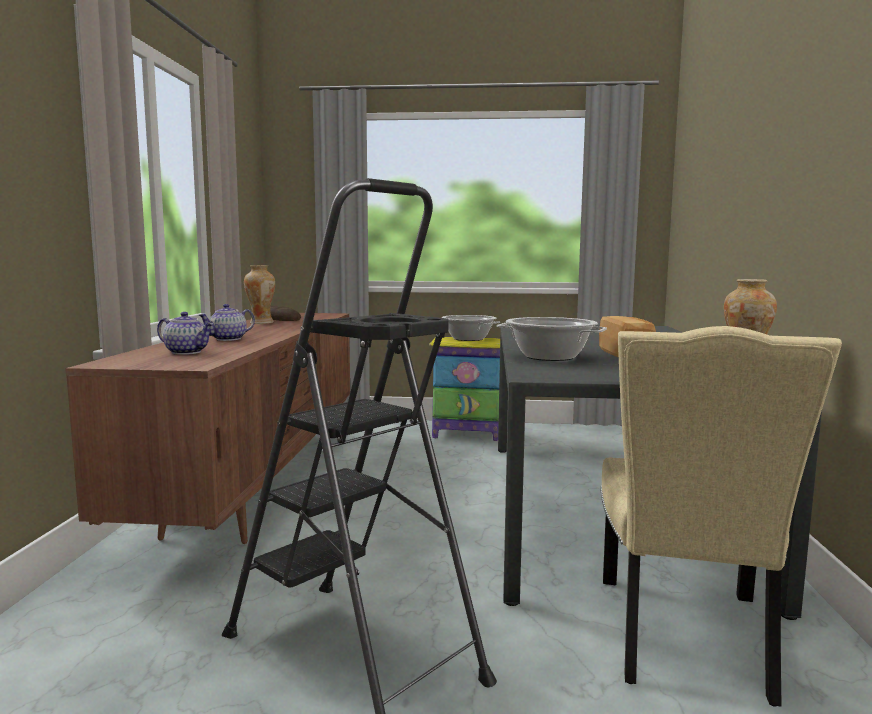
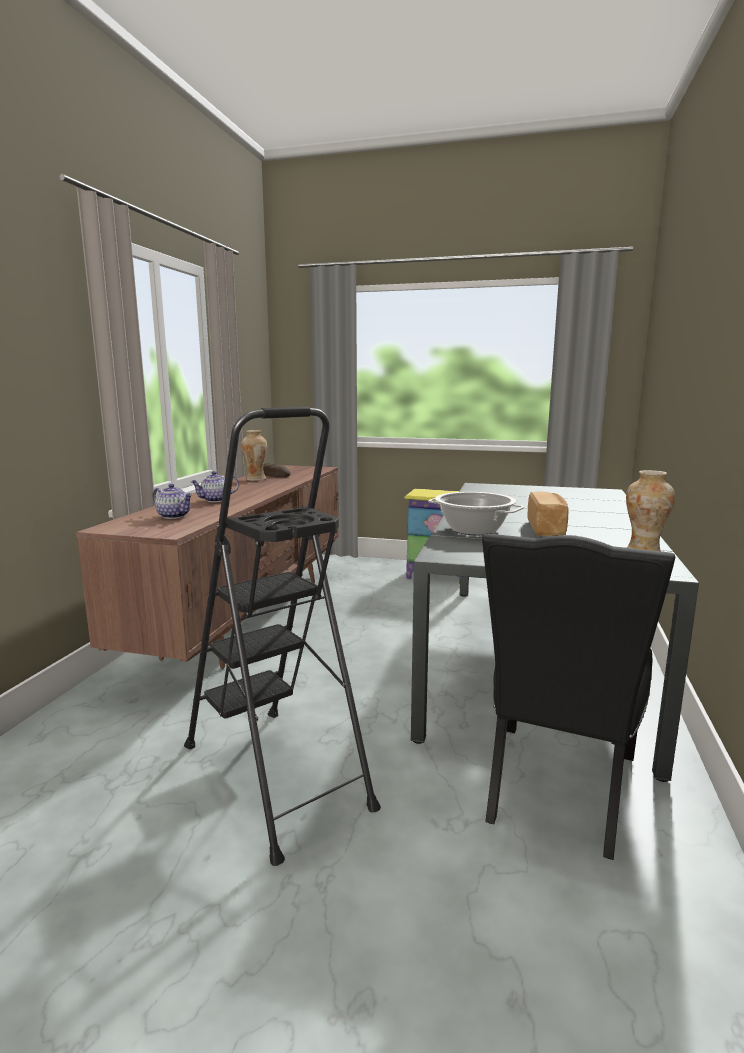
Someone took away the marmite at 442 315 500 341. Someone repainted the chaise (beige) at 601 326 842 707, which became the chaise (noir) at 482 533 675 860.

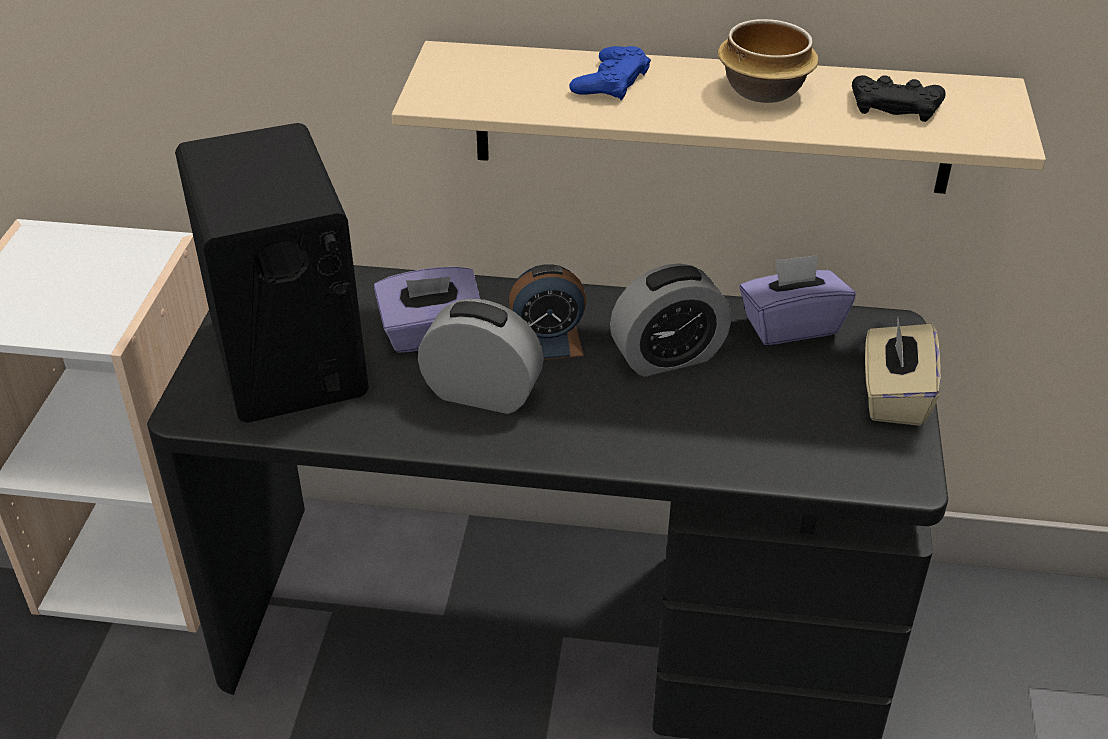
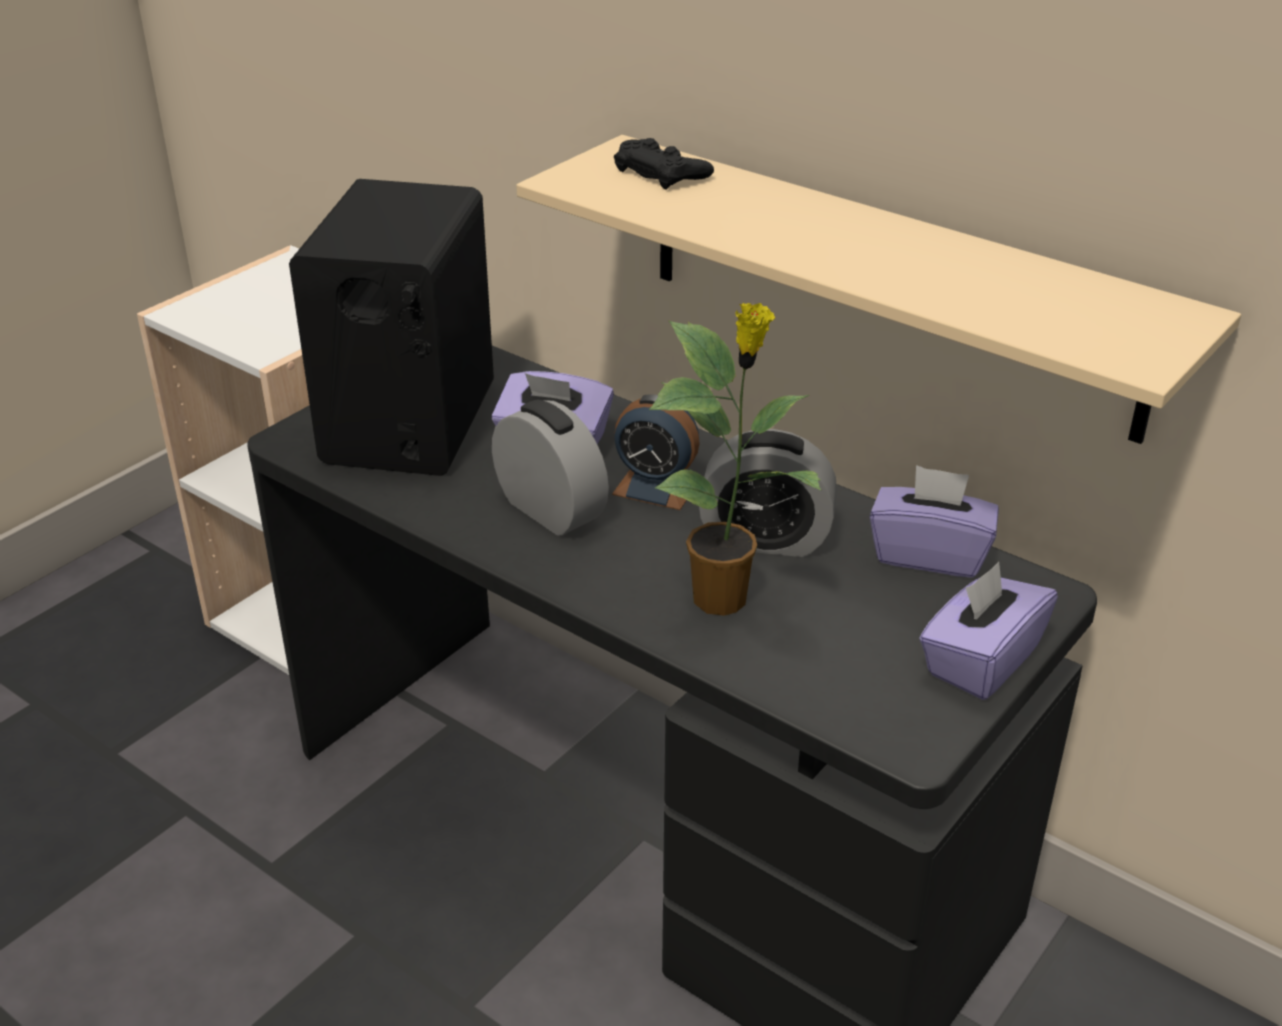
Someone took away the manette (bleu) at 569 46 651 100. Someone took away the bol at 718 19 819 103. Someone carried the manette (noir) from 852 75 946 122 to 614 138 714 190. Someone repainted the boîte à mouchoirs (beige) at 865 319 941 426, which became the boîte à mouchoirs (violet) at 919 562 1058 700. Someone put down the plante en pot at 649 303 821 616.

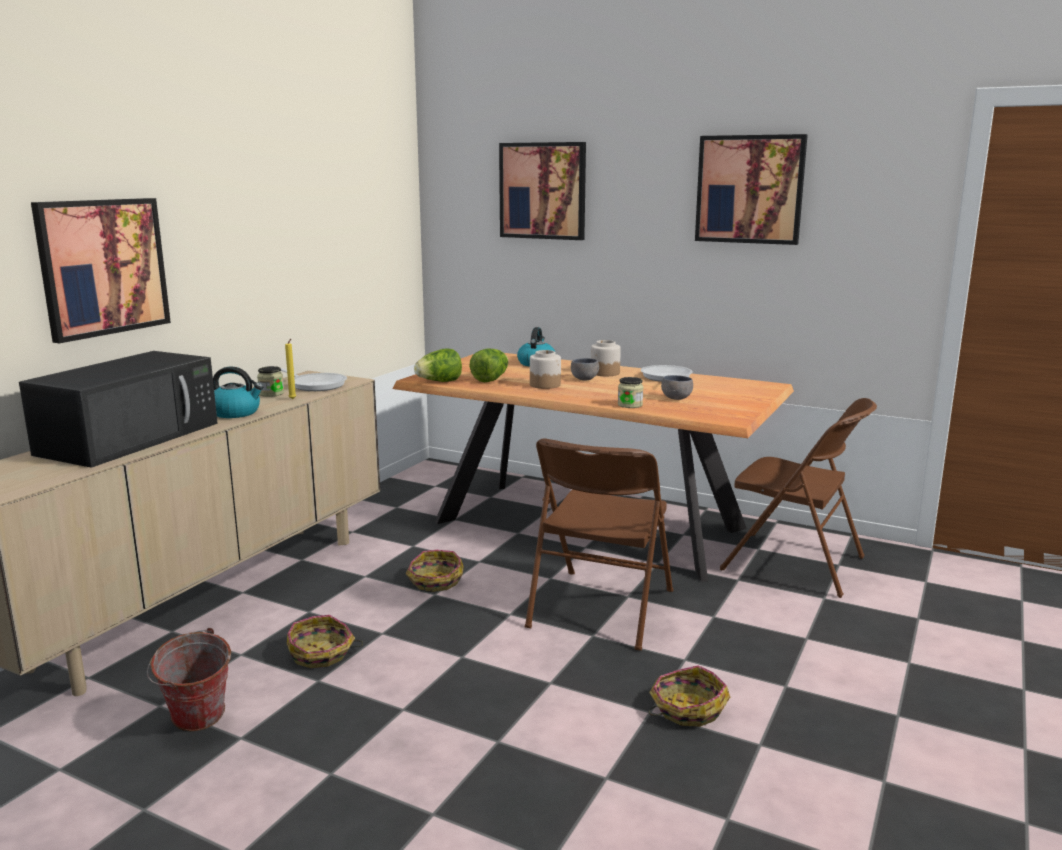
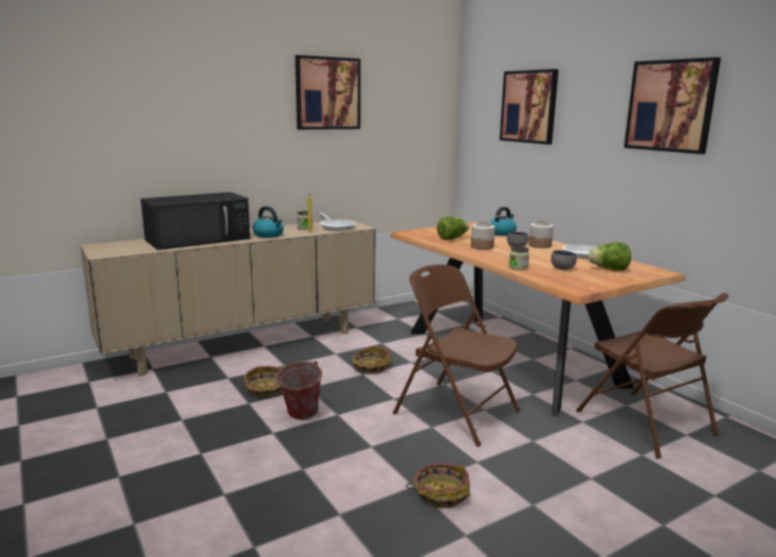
Someone carried the tableau from 31 198 171 343 to 295 55 361 130. Someone carried the seau from 147 628 231 731 to 274 361 322 420. Someone carried the laitue from 414 348 462 382 to 588 242 631 270. Someone rotated the chaise (marron) at 525 438 673 651 by 75 degrees clockwise.

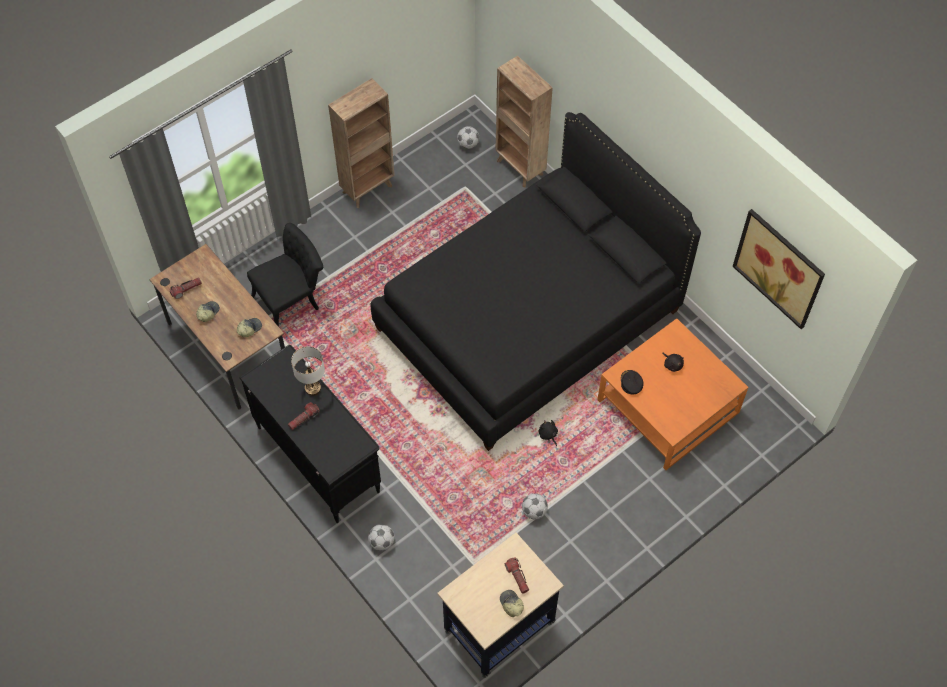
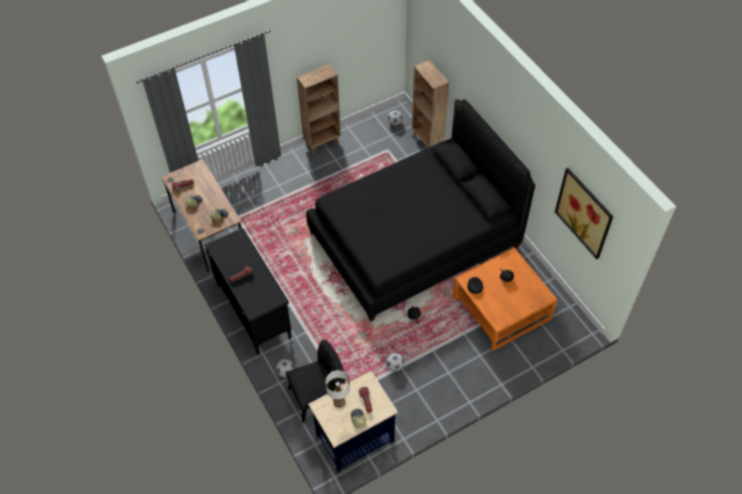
Someone carried the chaise (noir) from 247 223 323 327 to 286 340 345 423. Someone carried the lampe de table from 291 346 325 396 to 325 370 350 407.

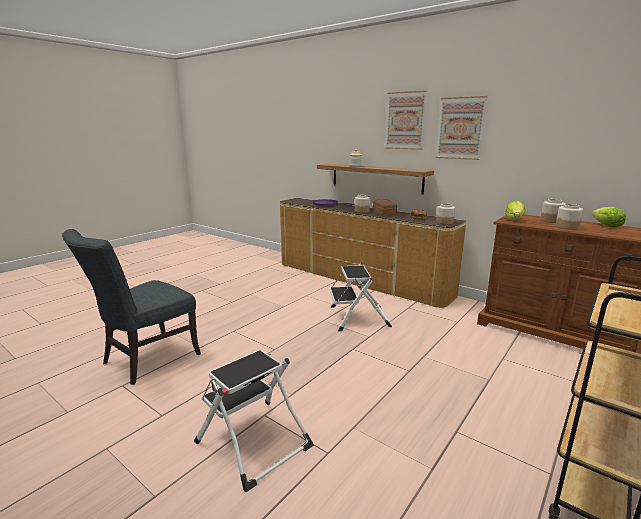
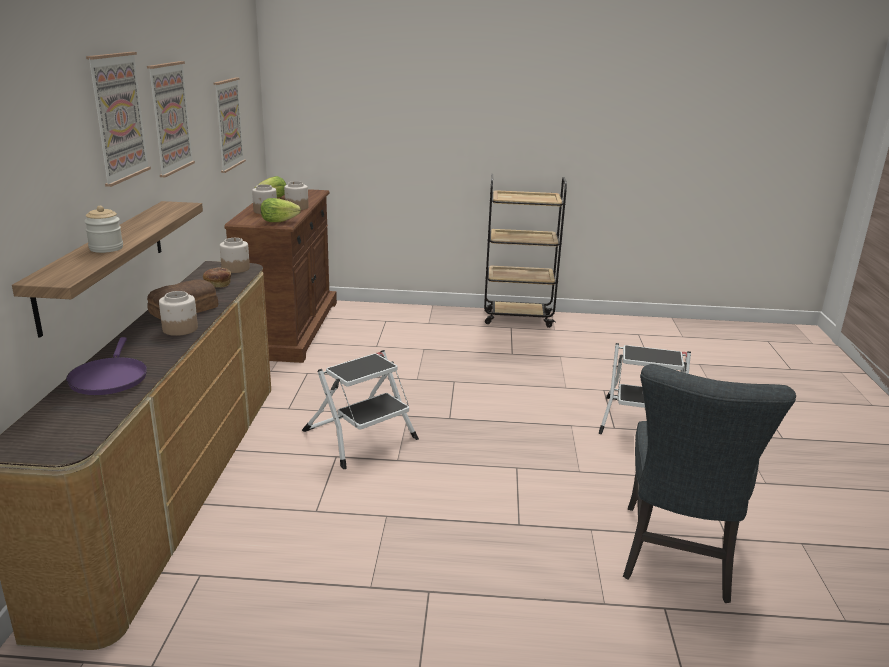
Someone rotated the chaise (gris) at 62 229 201 385 by 105 degrees clockwise. Someone put up the tableau at 213 78 246 173.

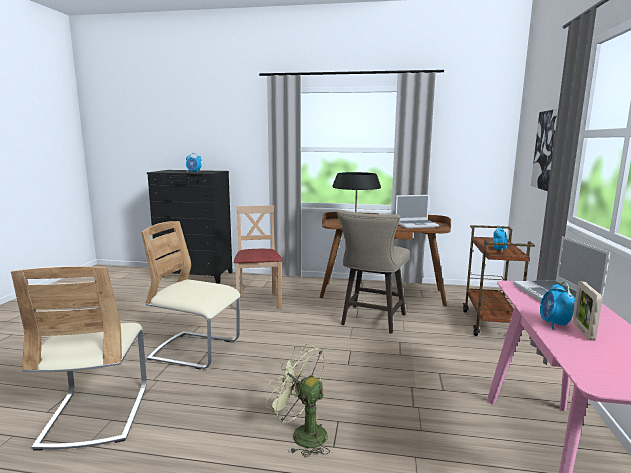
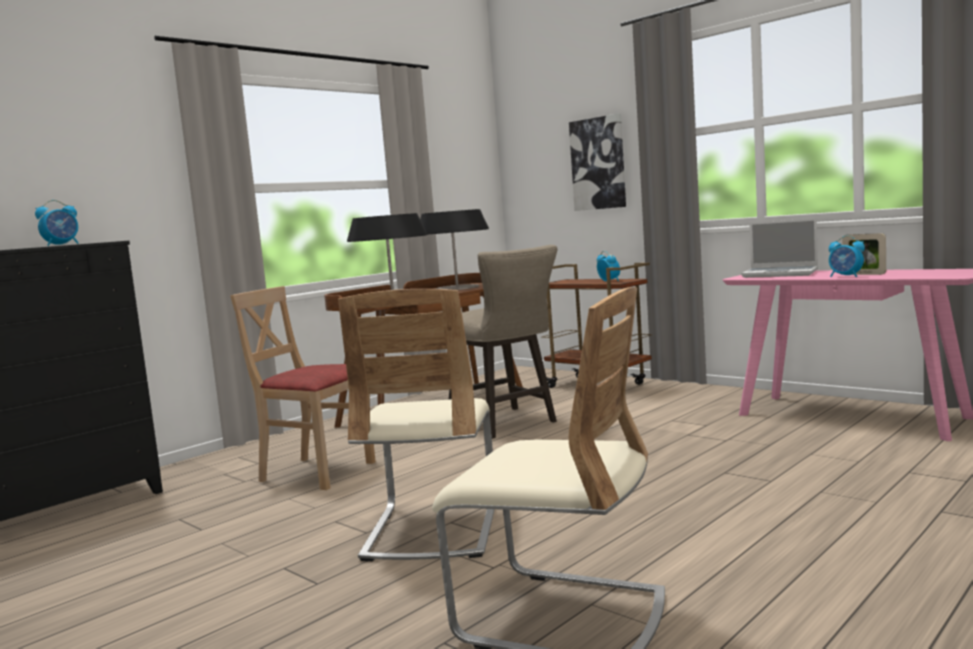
Someone rotated the chaise (beige) at 141 221 240 370 by 45 degrees counterclockwise. Someone took away the ventilateur (vert) at 266 344 330 457. Someone swapped the ordinateur portable at 395 195 439 228 for the lampe de table at 420 209 489 290.

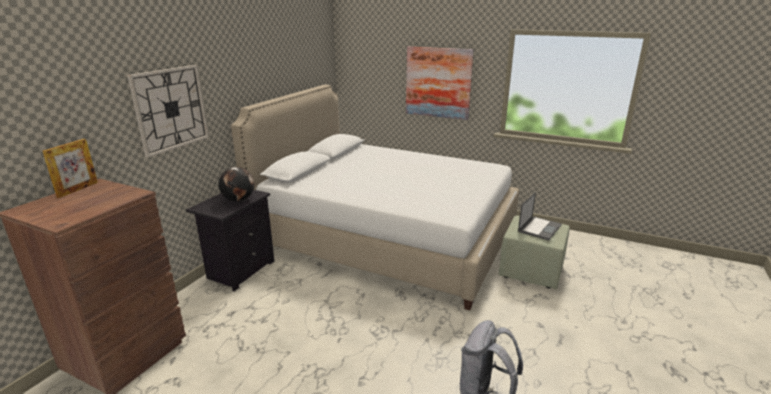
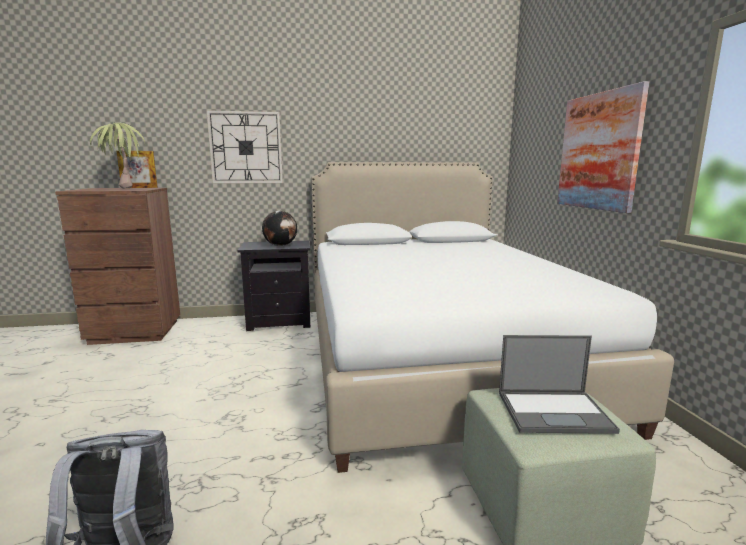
Someone put down the plante en pot at 90 122 146 189.

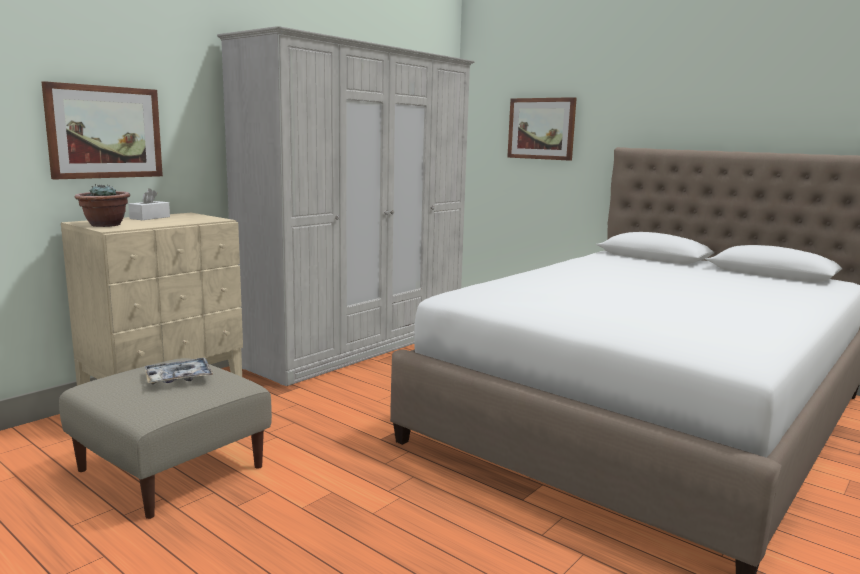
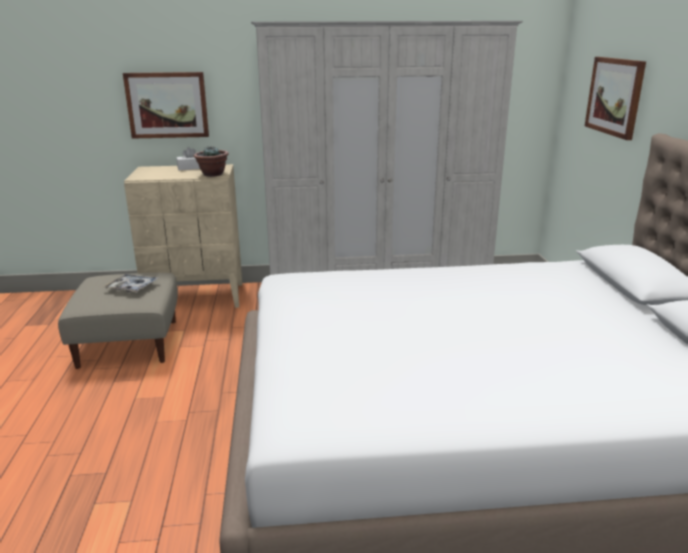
Someone carried the plante en pot from 75 184 130 227 to 194 147 229 177.

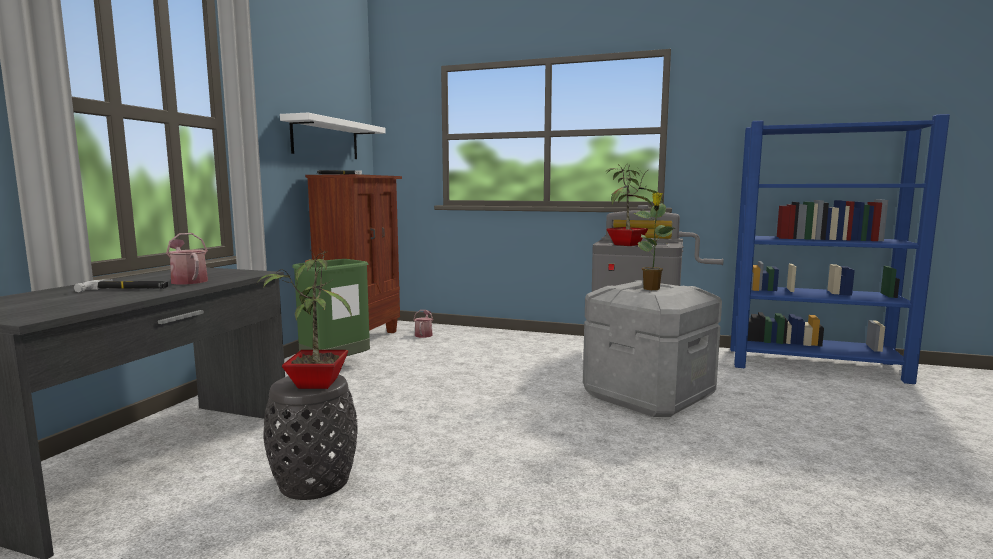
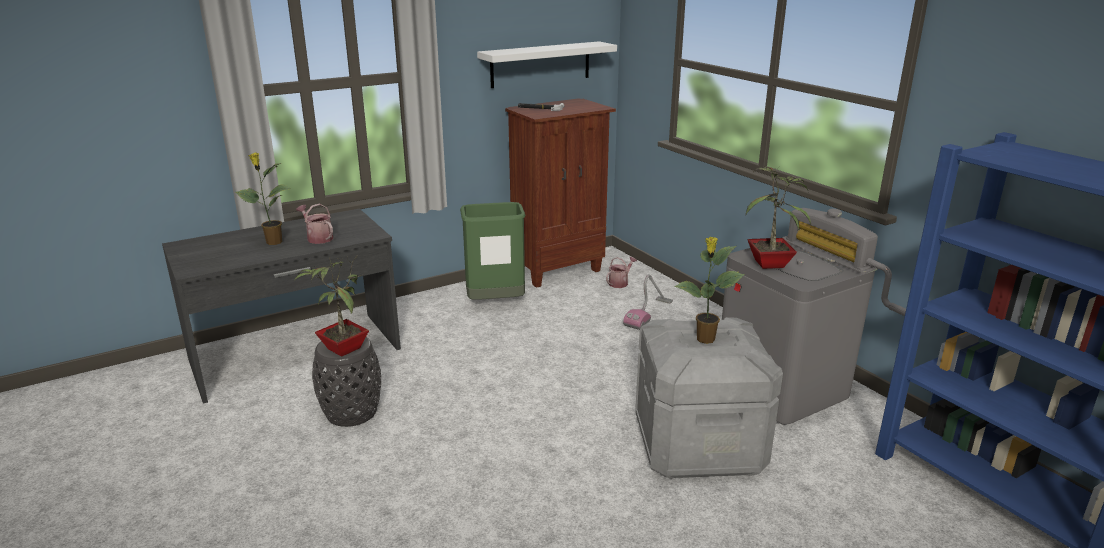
Someone swapped the marteau at 74 279 168 292 for the plante en pot at 235 152 291 245. Someone rotated the arrosoir at 166 233 208 285 by 45 degrees counterclockwise. Someone put down the aspirateur at 623 274 673 330.

